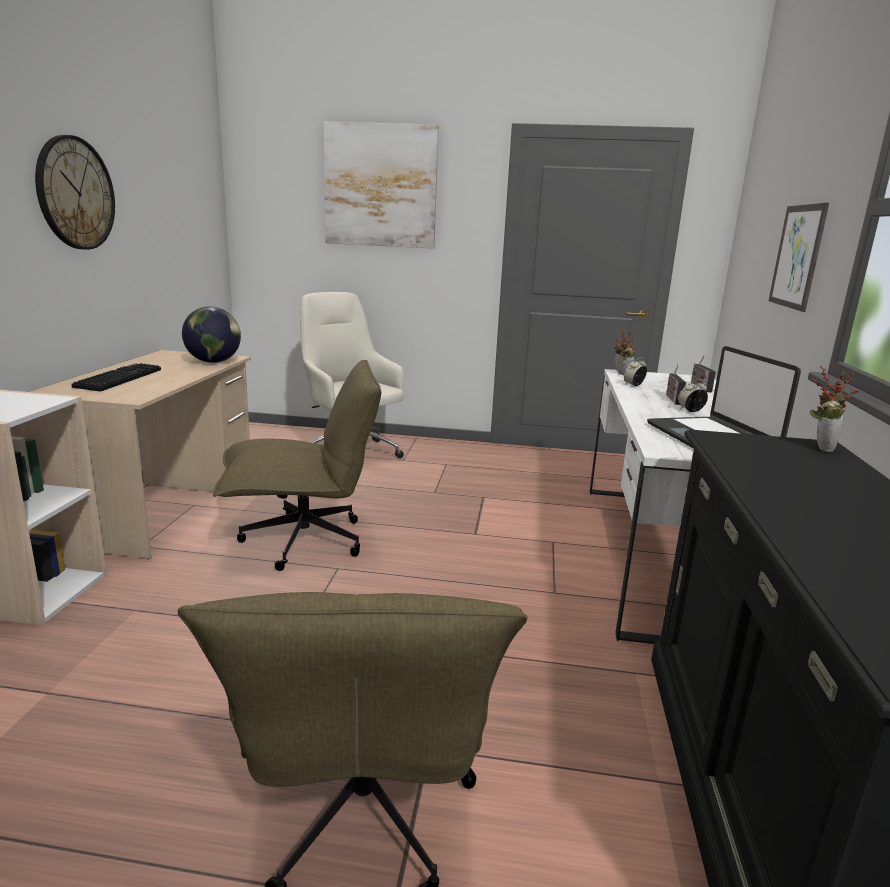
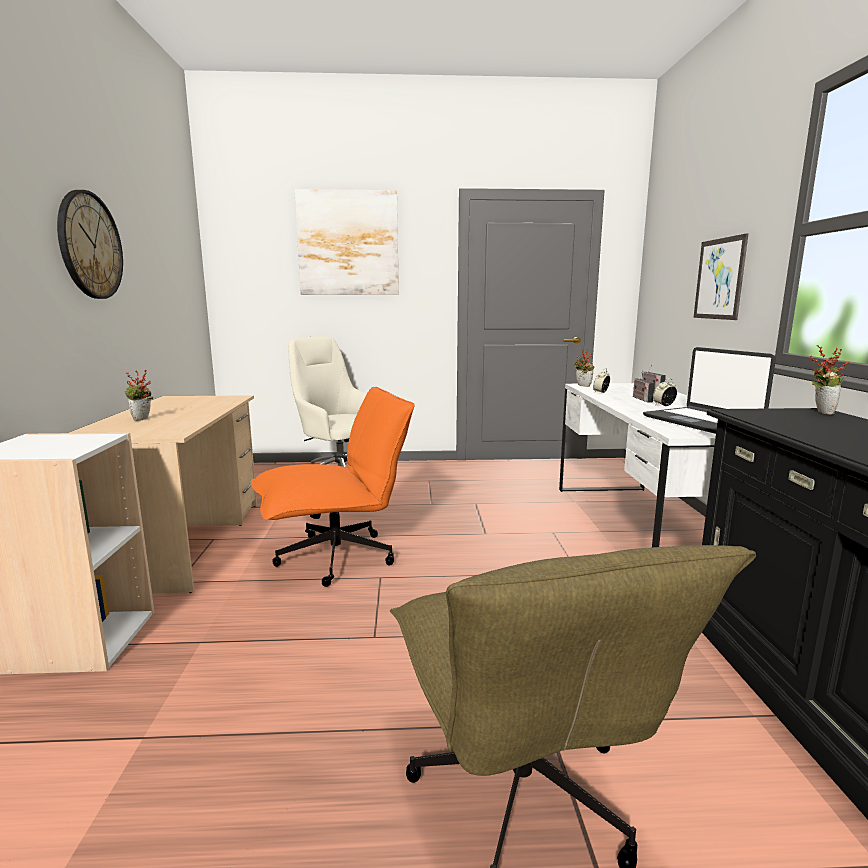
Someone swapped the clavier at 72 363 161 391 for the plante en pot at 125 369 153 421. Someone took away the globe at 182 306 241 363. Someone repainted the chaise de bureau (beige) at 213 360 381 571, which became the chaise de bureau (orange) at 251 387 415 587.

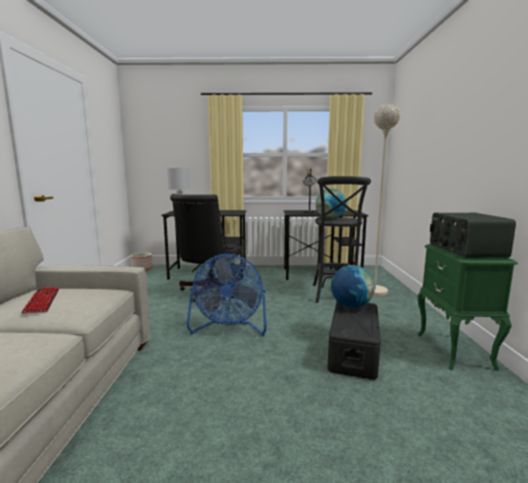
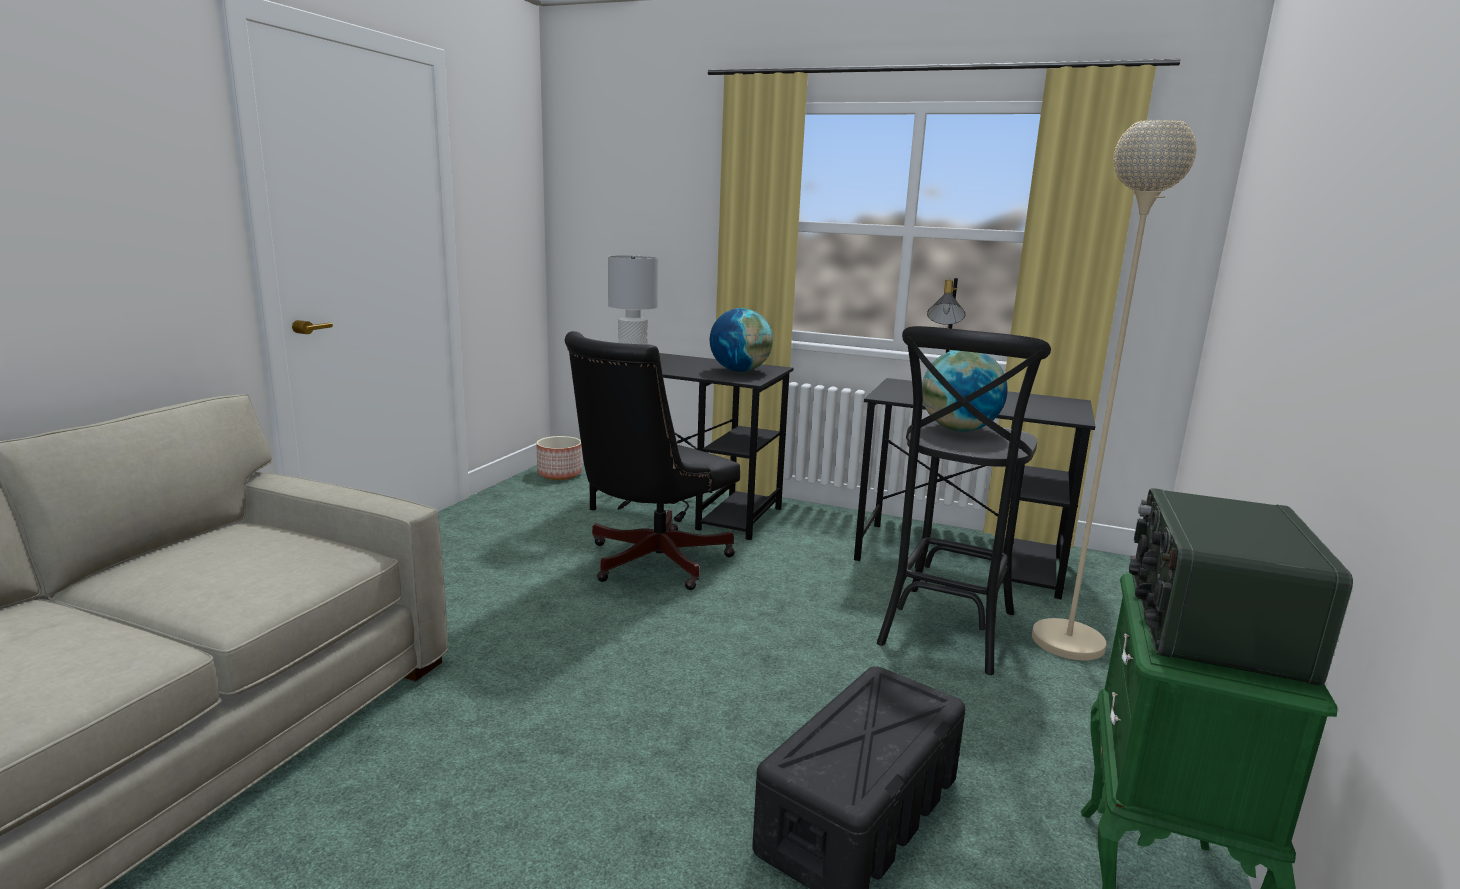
Someone took away the clavier at 21 287 59 313. Someone took away the ventilateur (bleu) at 187 254 267 337. Someone carried the globe from 331 265 375 308 to 710 308 773 372.

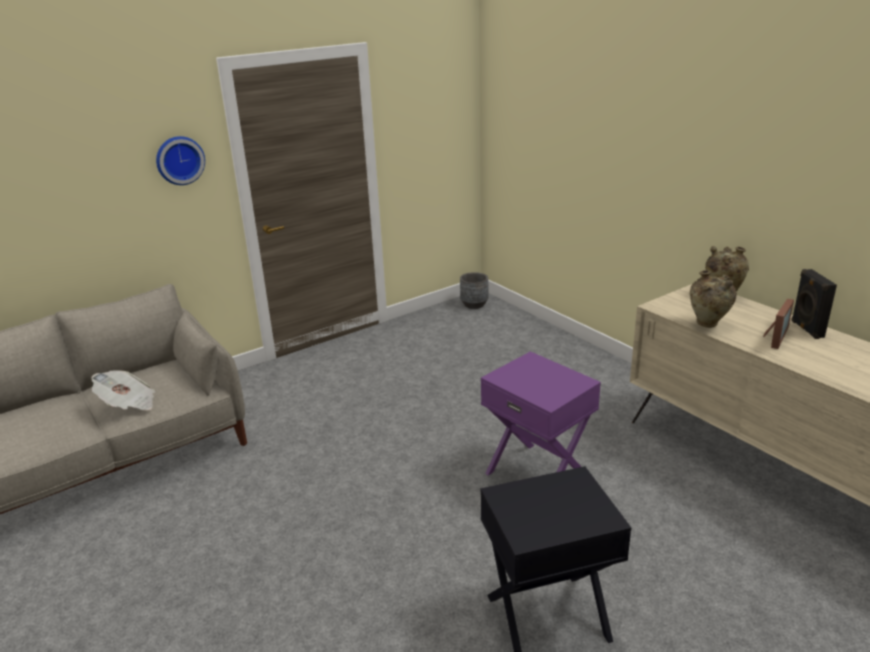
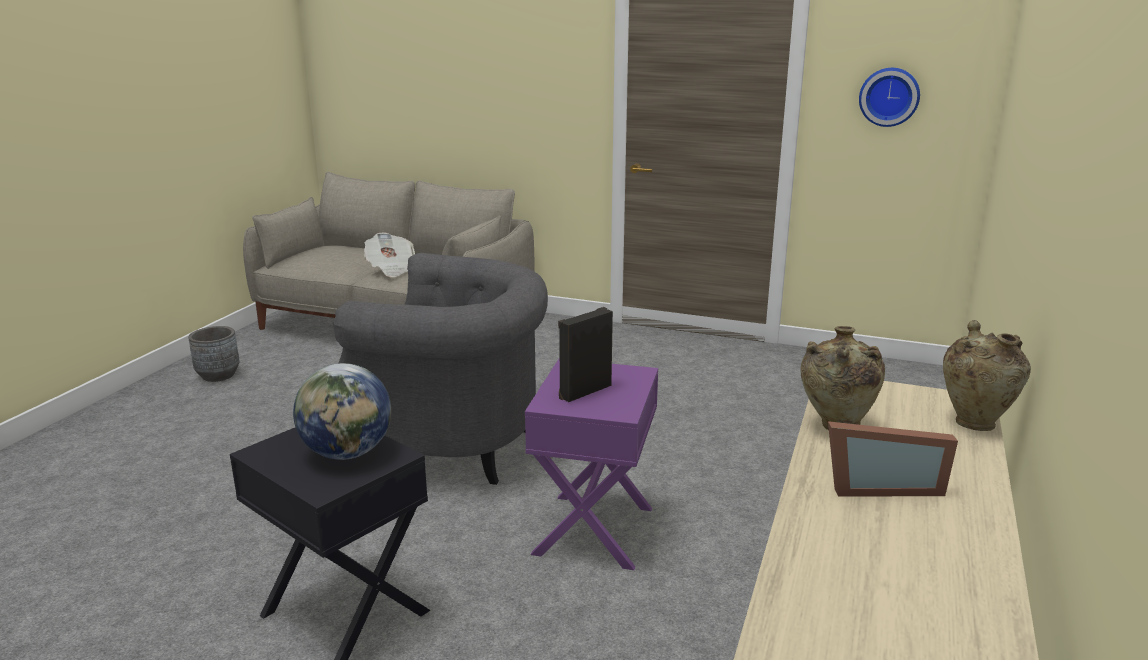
Someone carried the horloge murale from 156 136 205 185 to 859 68 920 127. Someone carried the cache-pot (gris) from 460 272 489 309 to 188 326 240 382. Someone carried the enceinte (noir) from 791 269 837 339 to 558 307 613 402. Someone put down the globe at 293 363 391 460. Someone put down the fauteuil (gris) at 333 253 548 485.

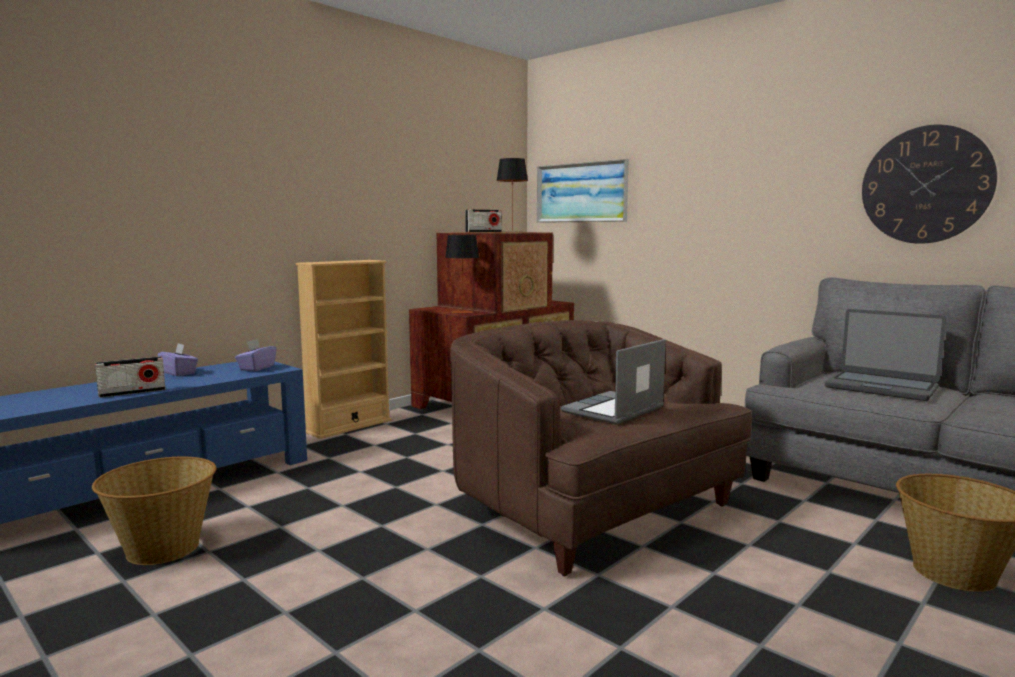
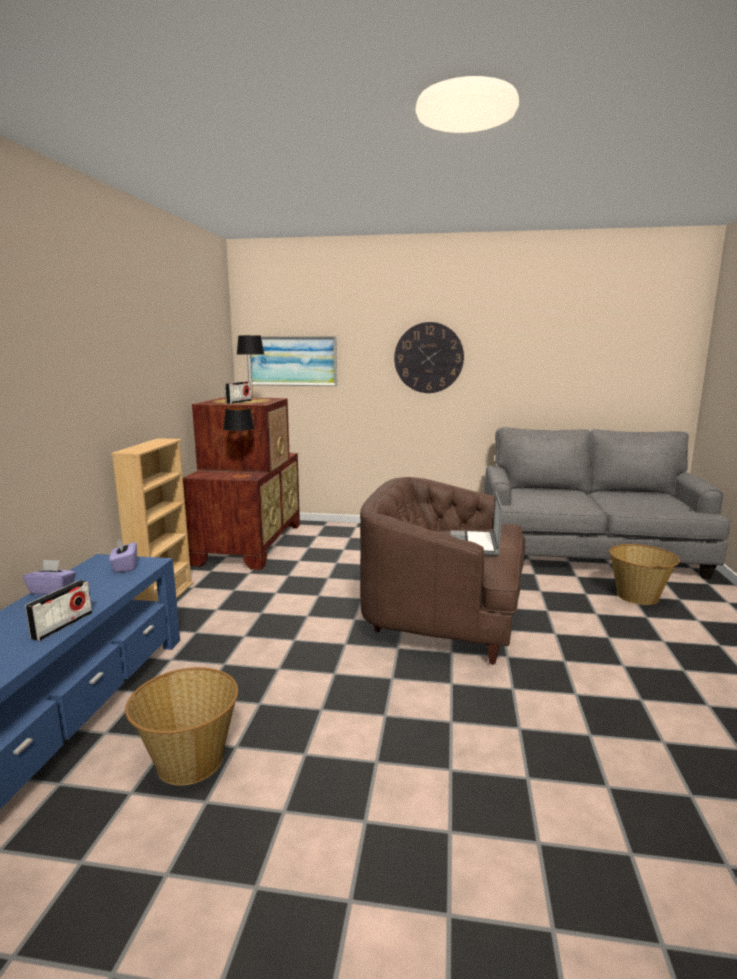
Someone took away the ordinateur portable at 825 309 946 401. Someone carried the horloge murale from 862 125 997 244 to 394 322 464 393.

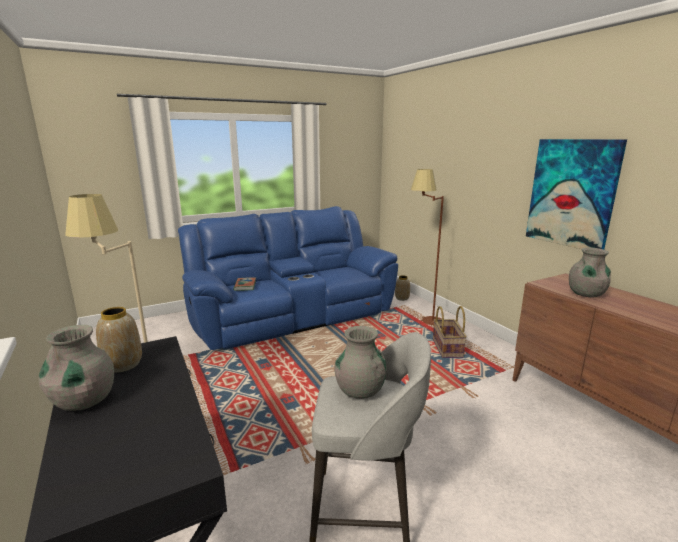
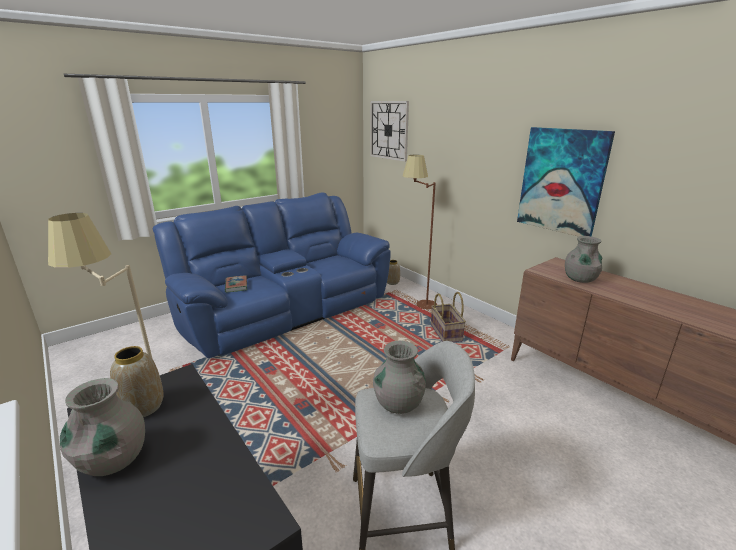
Someone put up the horloge murale at 370 101 409 162.

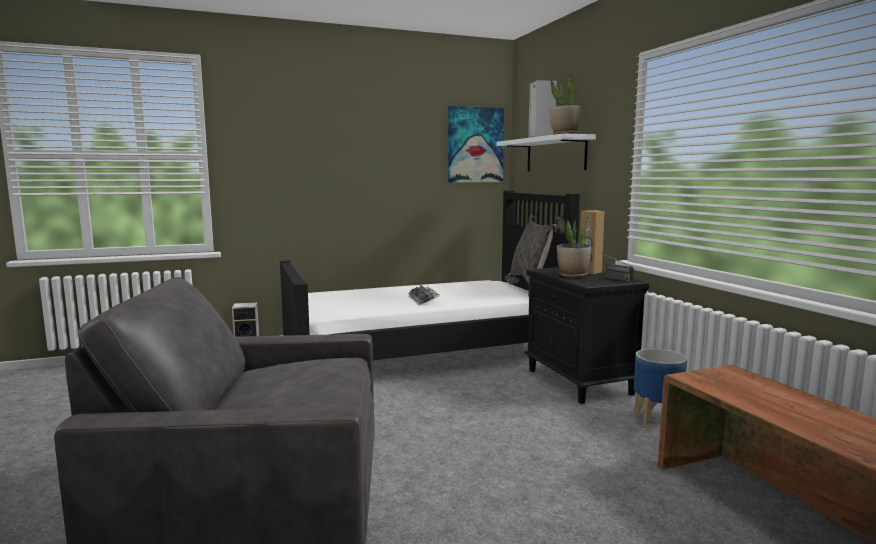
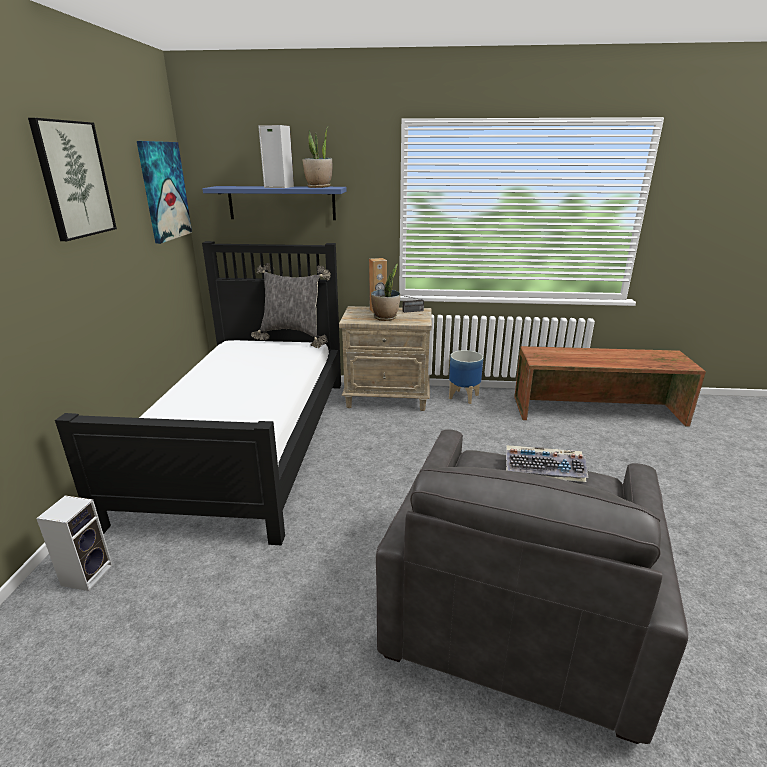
Someone carried the clavier from 408 285 441 306 to 506 445 589 482. Someone repainted the étagère (blanc) at 496 133 596 171, which became the étagère (bleu) at 202 186 347 220. Someone repainted the table de chevet (noir) at 524 267 649 404, which became the table de chevet (beige) at 339 306 432 411. Someone put up the tableau at 28 118 117 241.

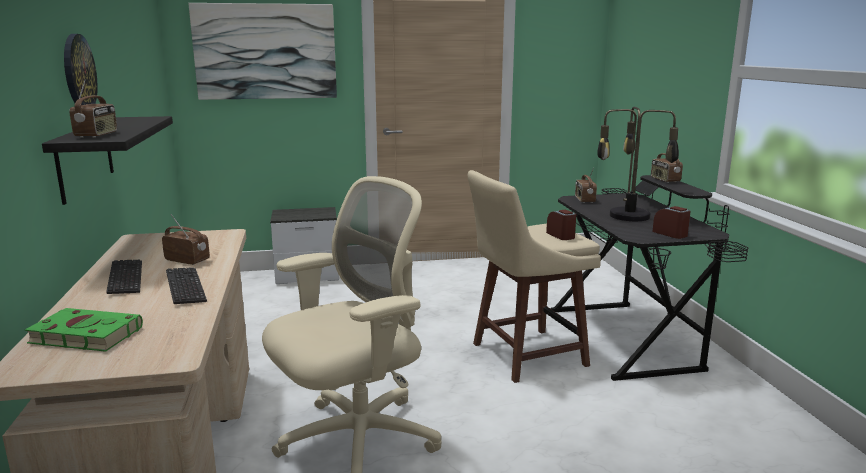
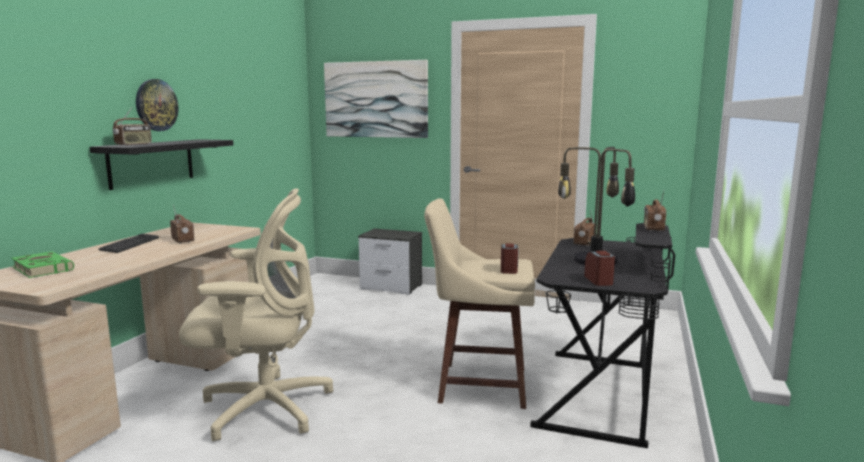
Someone took away the clavier at 166 267 207 304.

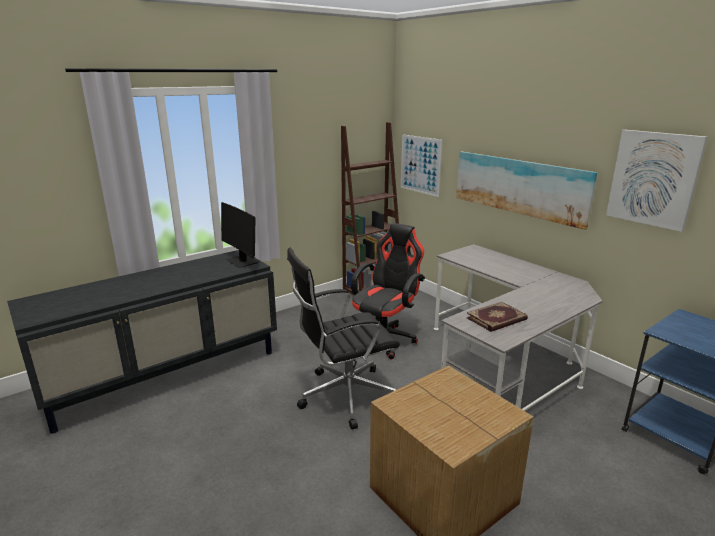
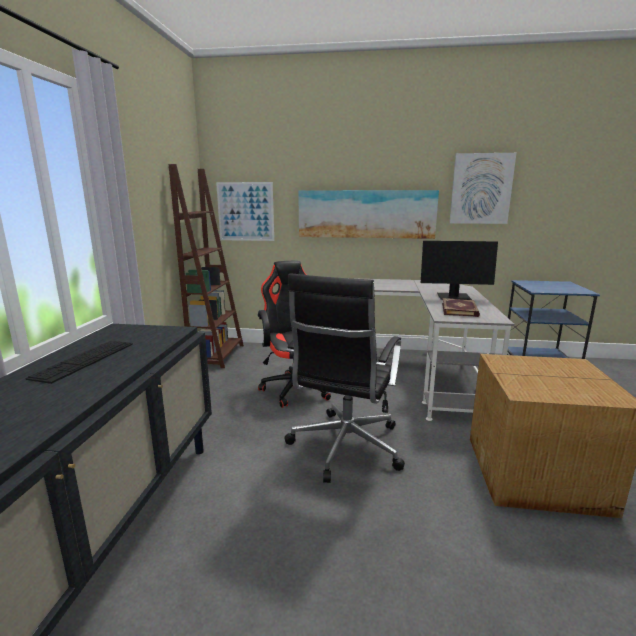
Someone carried the écran d'ordinateur from 221 202 260 268 to 421 241 498 300. Someone put down the clavier at 25 341 133 384.

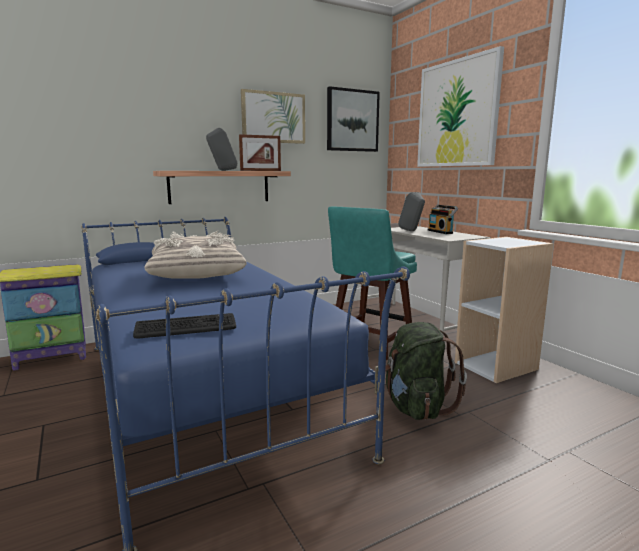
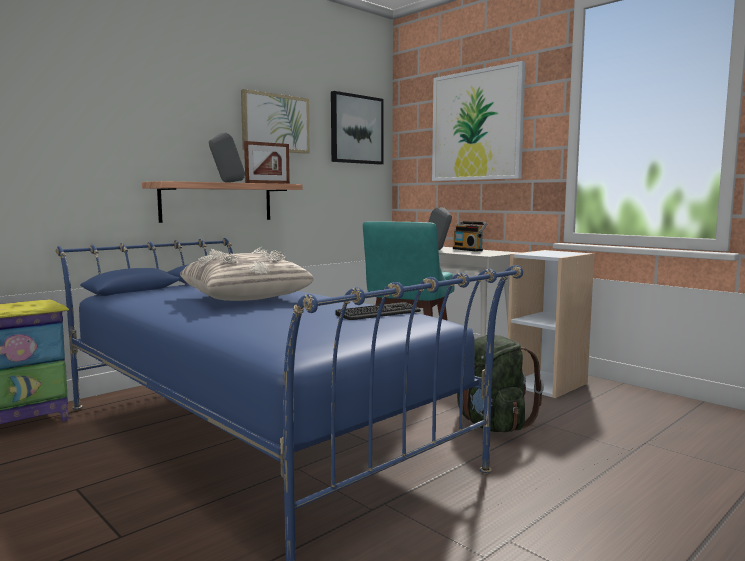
Someone carried the clavier from 133 313 236 338 to 335 302 421 320.

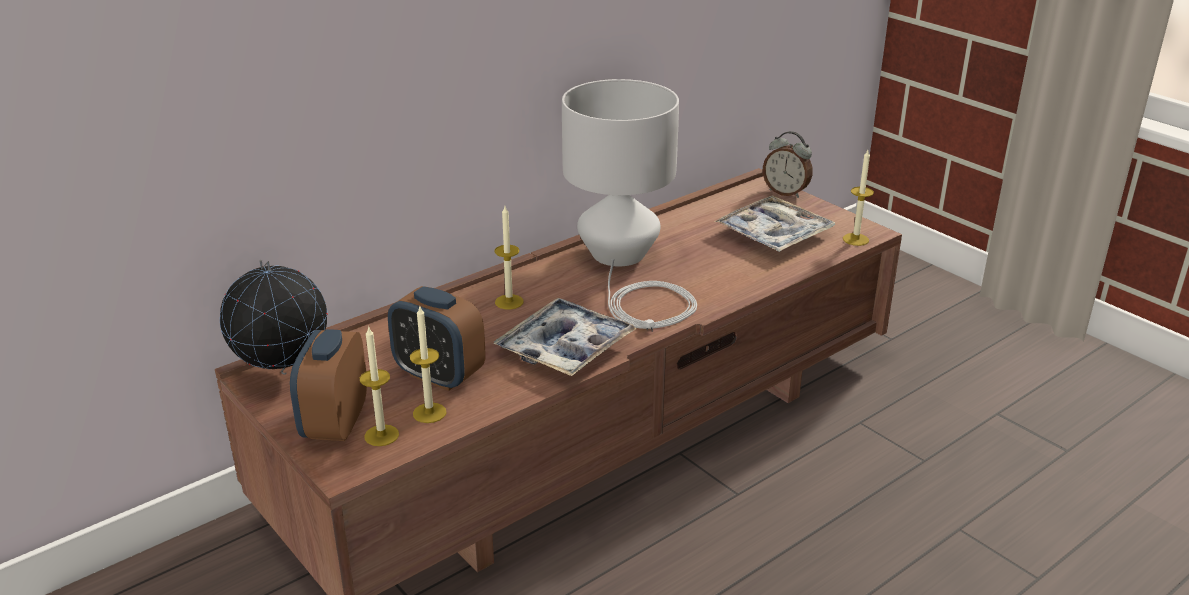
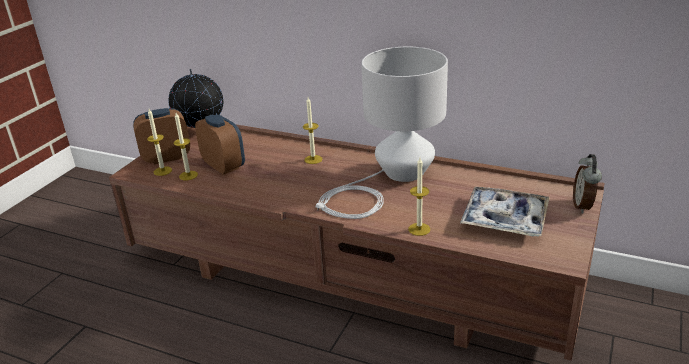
Someone rotated the réveil at 388 286 486 391 by 135 degrees clockwise. Someone took away the plateau at 494 298 637 376. Someone carried the bougie from 843 150 874 246 to 408 158 430 236.

